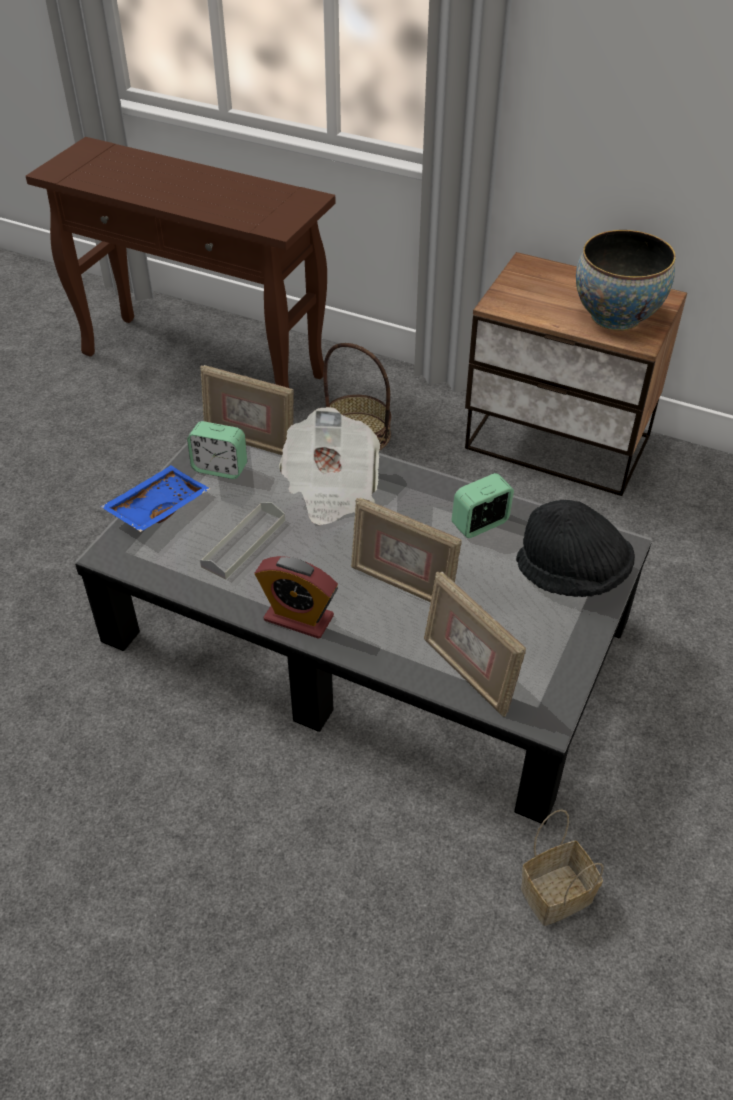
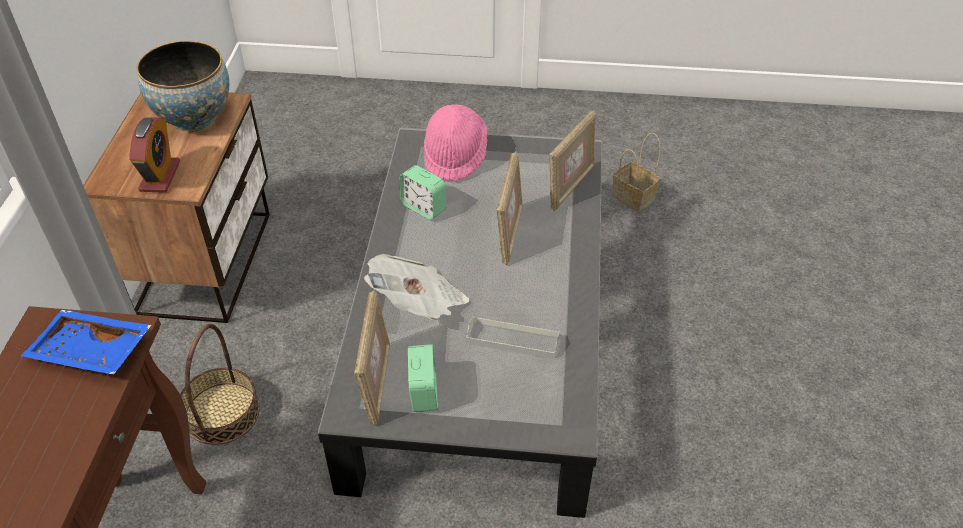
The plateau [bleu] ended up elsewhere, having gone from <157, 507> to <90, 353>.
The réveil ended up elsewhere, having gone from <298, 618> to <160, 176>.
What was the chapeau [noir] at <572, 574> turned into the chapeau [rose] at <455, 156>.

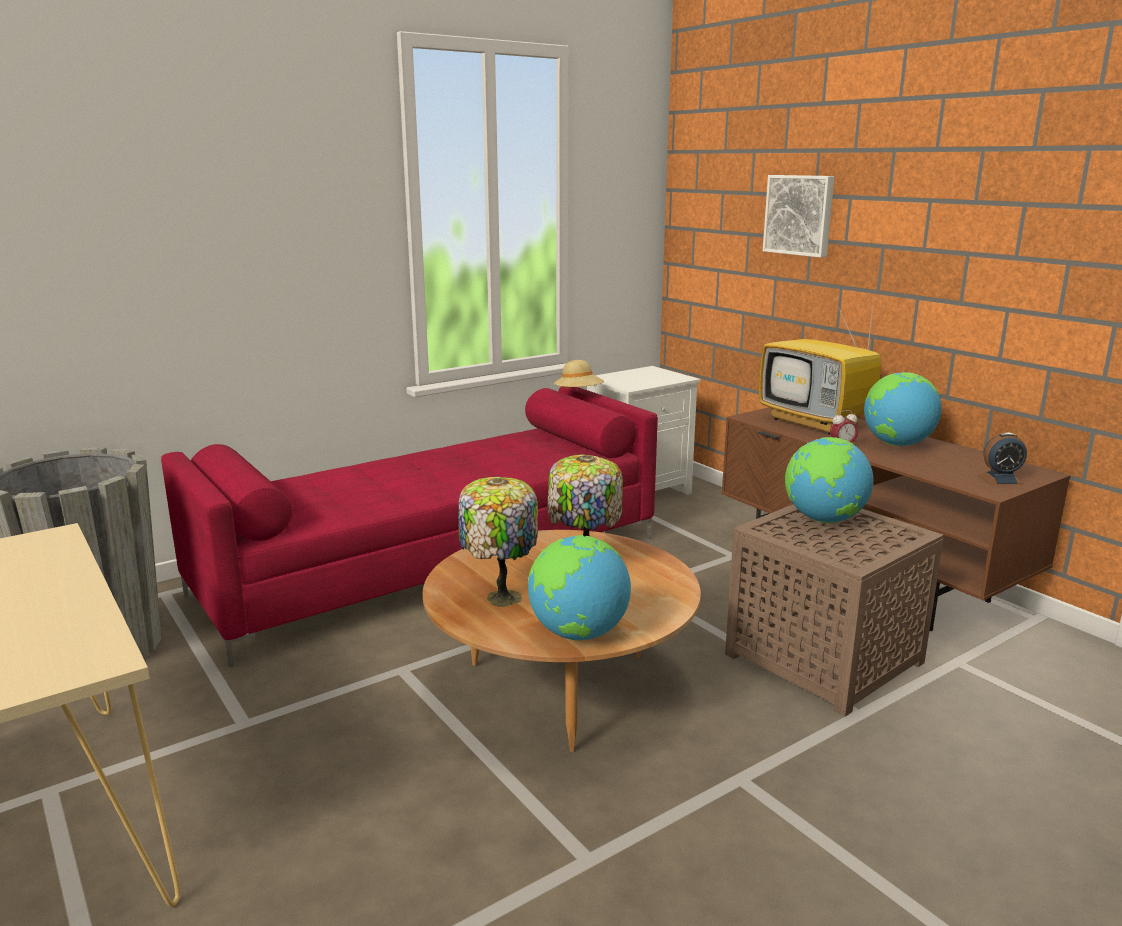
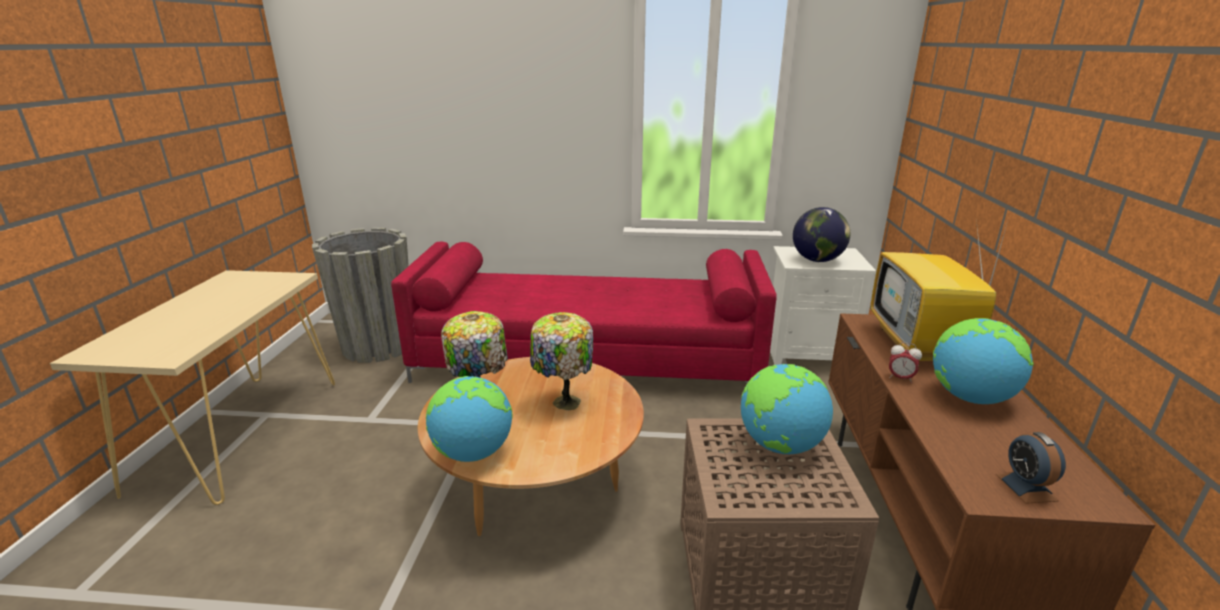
The second view lost the chapeau [beige] at <578, 394>.
The second view lost the tableau at <800, 215>.
The second view gained the globe at <817, 260>.
The réveil at <1000, 479> ended up facing another way, 45 degrees clockwise from before.

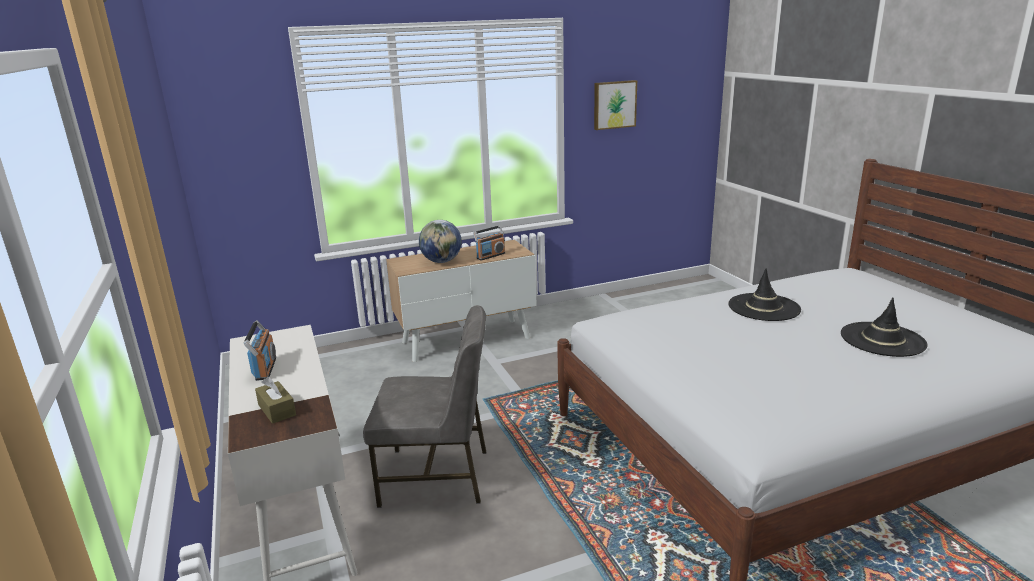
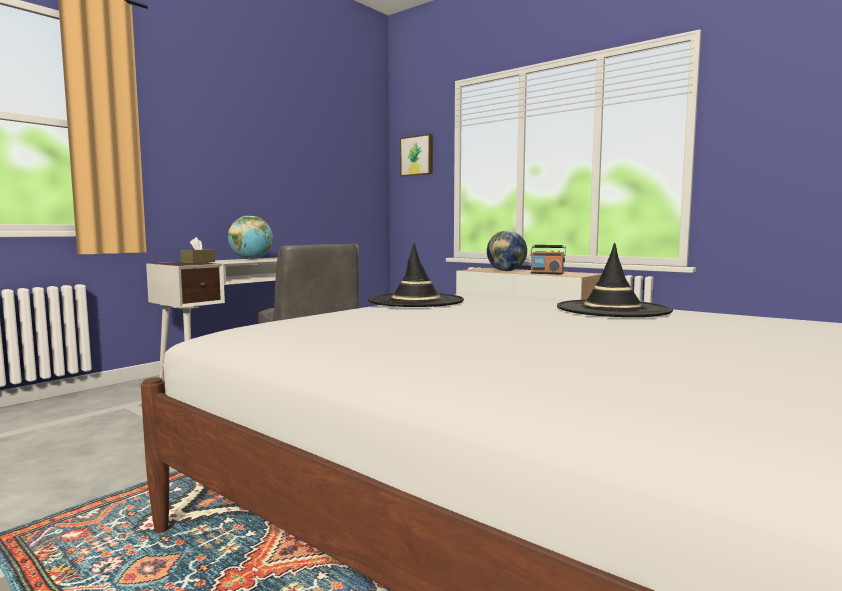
The tableau ended up elsewhere, having gone from <614, 104> to <417, 156>.
The chapeau [noir] ended up elsewhere, having gone from <882, 339> to <416, 301>.
Where the radio stood at <265, 368>, the globe came to stand at <251, 259>.

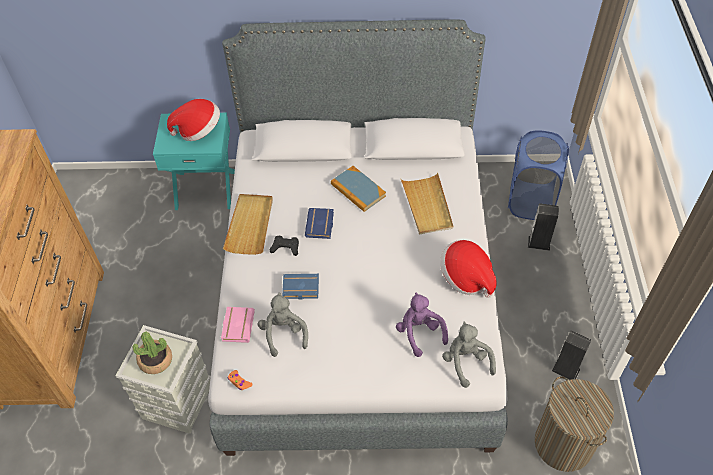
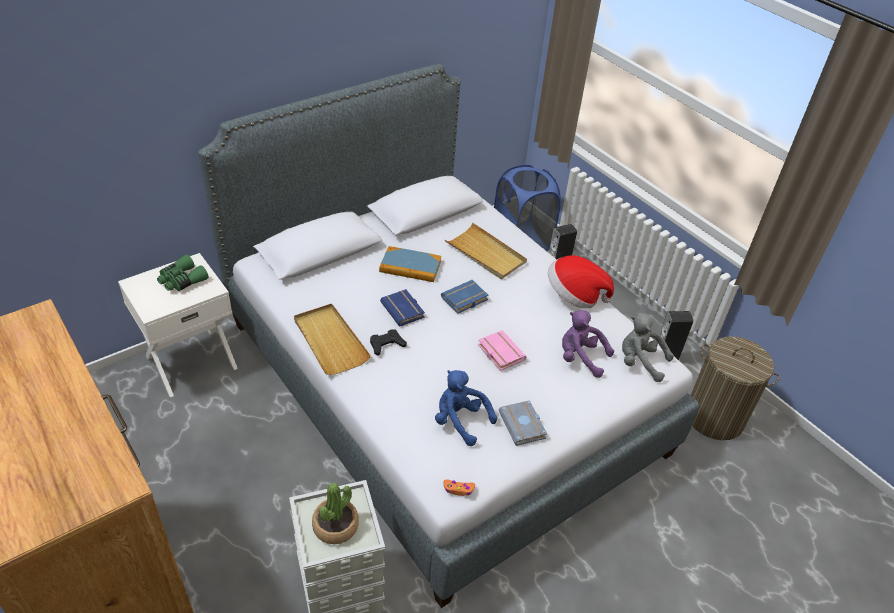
The second view gained the livre [gris] at <523, 426>.
The livre [rose] ended up elsewhere, having gone from <237, 325> to <499, 352>.
The livre [bleu] ended up elsewhere, having gone from <300, 289> to <464, 300>.
Where the chapeau stood at <198, 130>, the jumelles [vert] came to stand at <182, 280>.
What was the table de chevet [turquoise] at <205, 188> turned into the table de chevet [blanc] at <190, 361>.
What was the peluche [gris] at <283, 333> turned into the peluche [bleu] at <460, 421>.

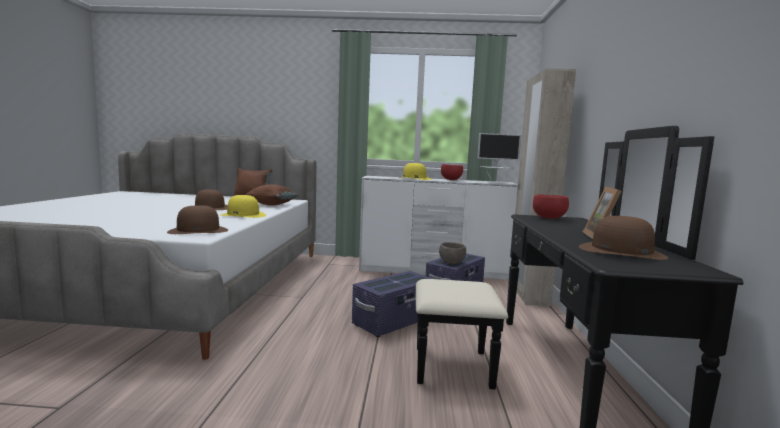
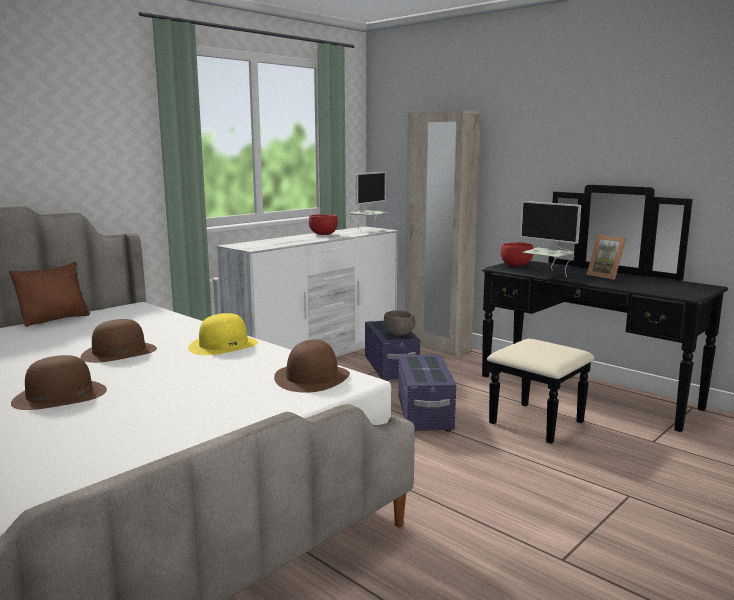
The second view lost the coussin [marron] at <272, 205>.
The second view lost the chapeau [jaune] at <414, 178>.
The second view gained the écran d'ordinateur at <547, 274>.
The chapeau [marron] ended up elsewhere, having gone from <621, 251> to <59, 396>.

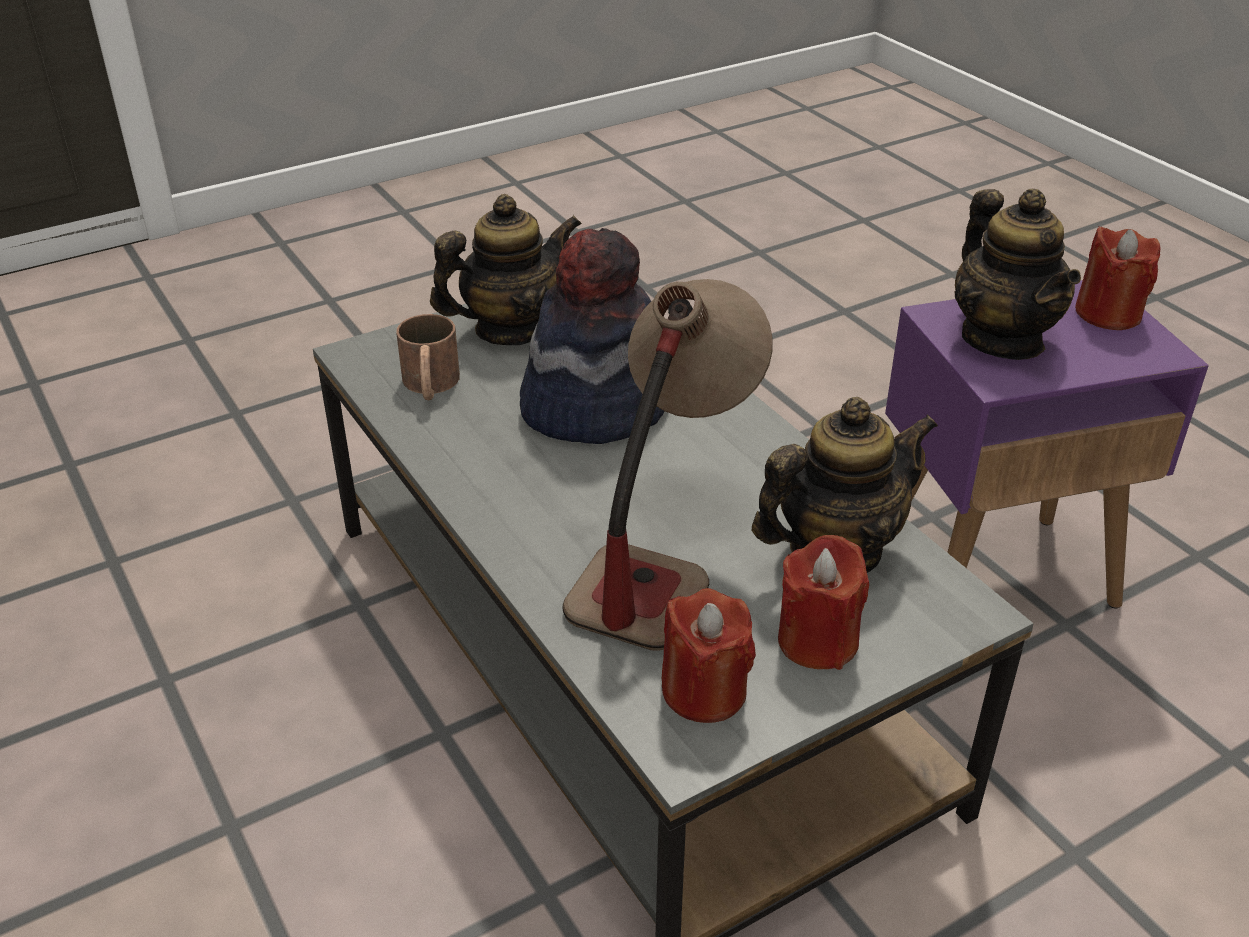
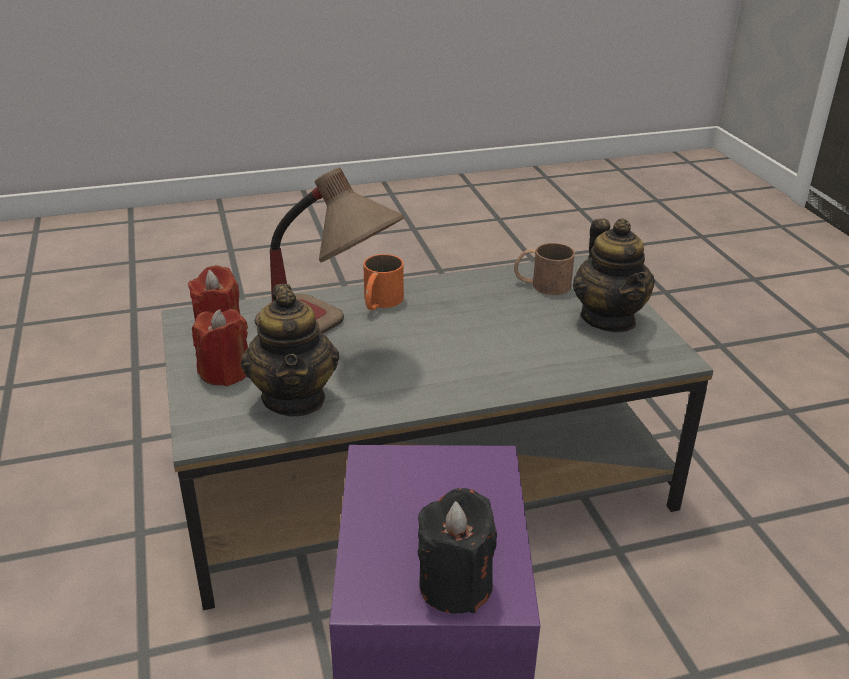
The second view lost the chapeau at <594, 406>.
The second view lost the théière at <1003, 339>.
The second view gained the mug [orange] at <380, 302>.
What was the bougie [rouge] at <1108, 313> turned into the bougie [noir] at <455, 585>.

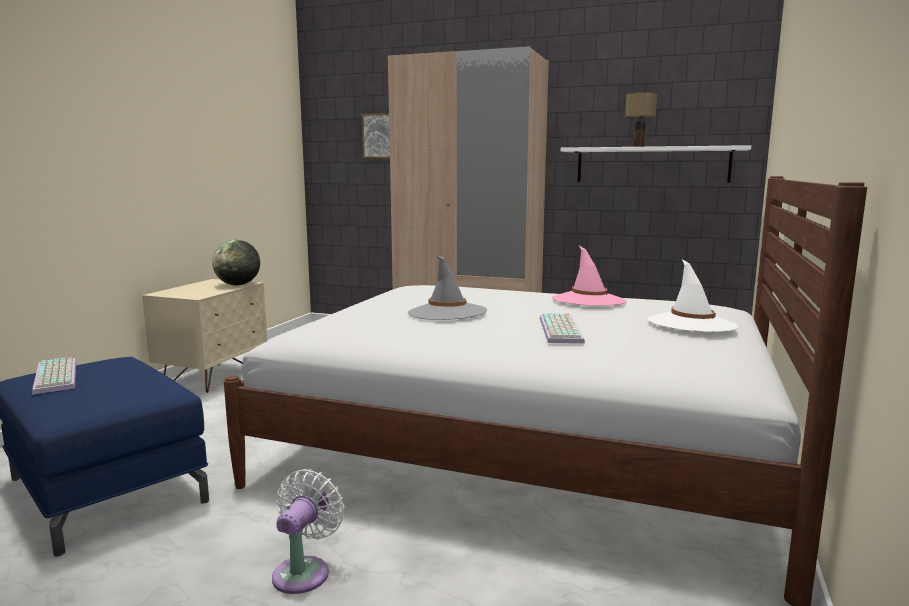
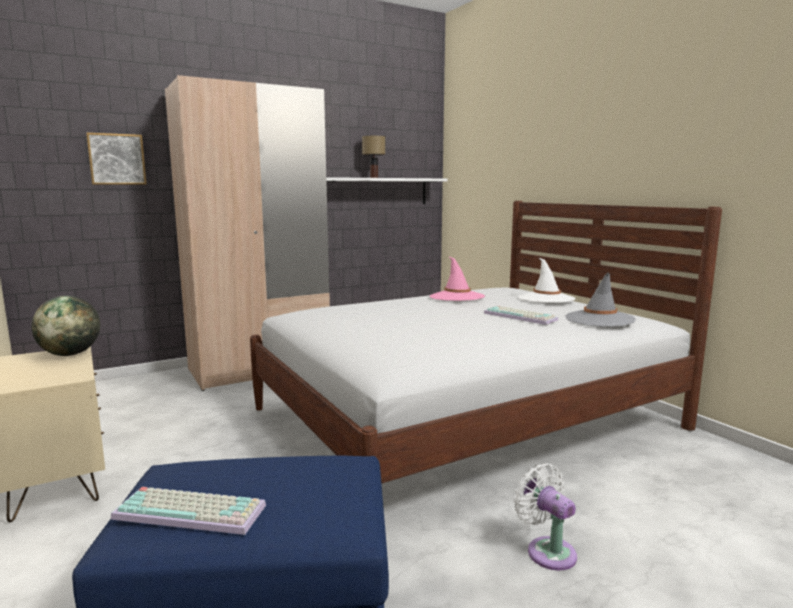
The chapeau [gris] ended up elsewhere, having gone from <447, 313> to <599, 319>.

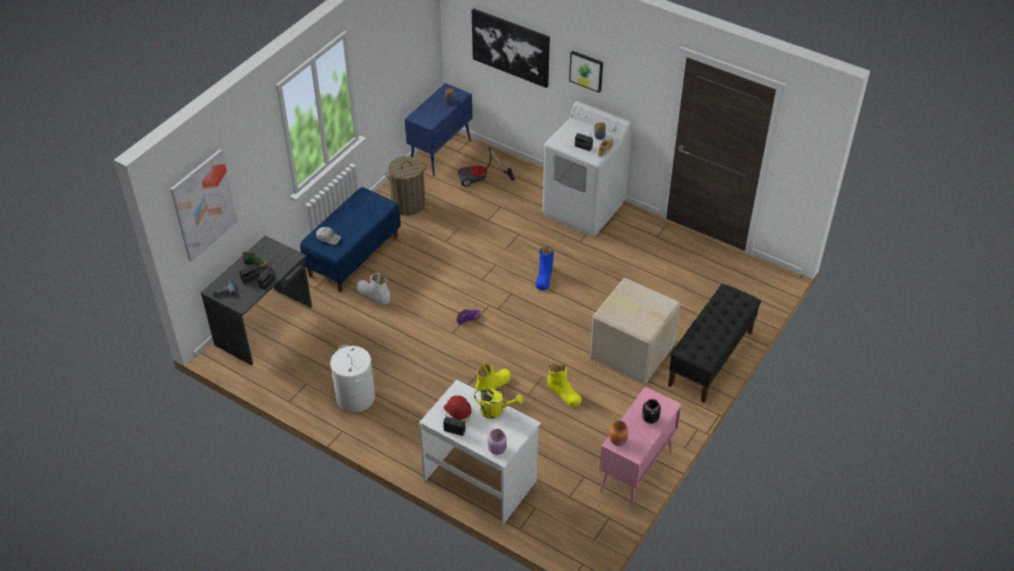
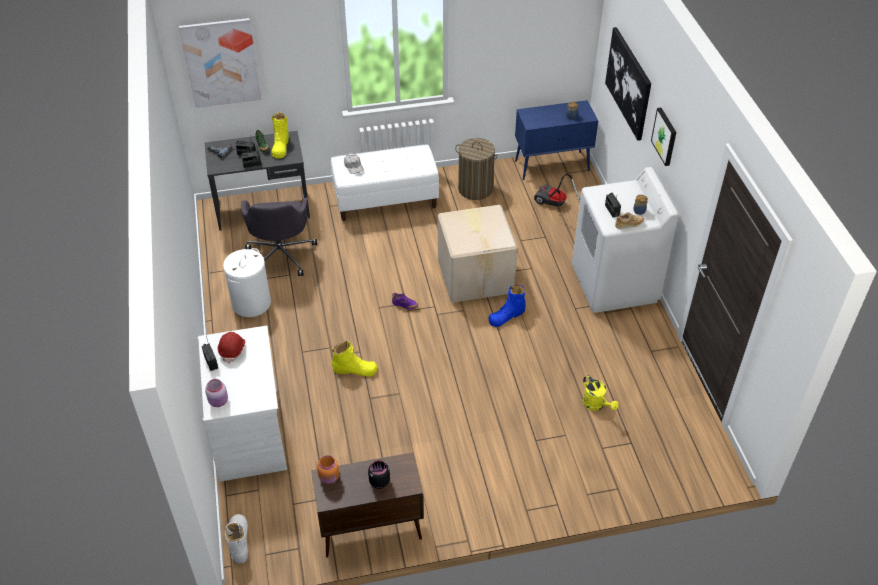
The second view lost the banc [noir] at <710, 359>.
The second view gained the chaise de bureau [gris] at <281, 254>.
The botte [blanc] ended up elsewhere, having gone from <373, 294> to <239, 540>.
The arrosoir [jaune] ended up elsewhere, having gone from <496, 411> to <596, 405>.
The botte [jaune] ended up elsewhere, having gone from <564, 393> to <280, 146>.
The carton ended up elsewhere, having gone from <631, 350> to <476, 275>.
What was the banc [bleu] at <353, 255> turned into the banc [blanc] at <386, 200>.
What was the meuble de rangement [rose] at <636, 471> turned into the meuble de rangement [marron] at <369, 530>.

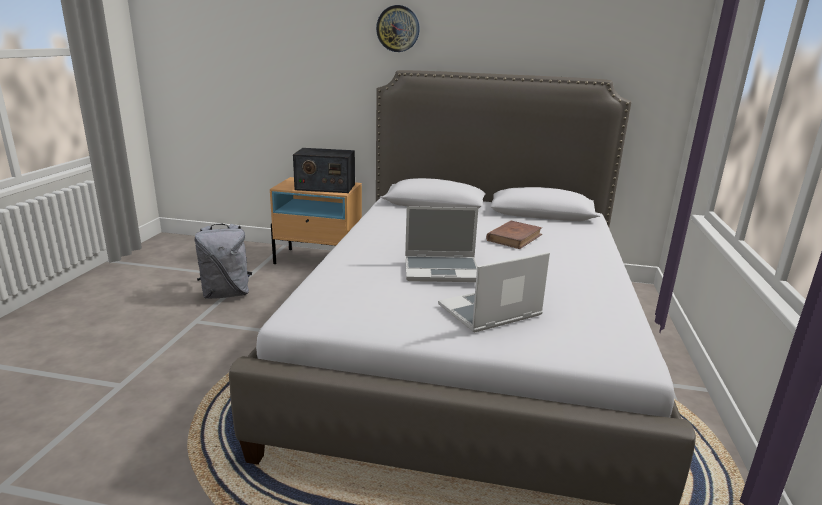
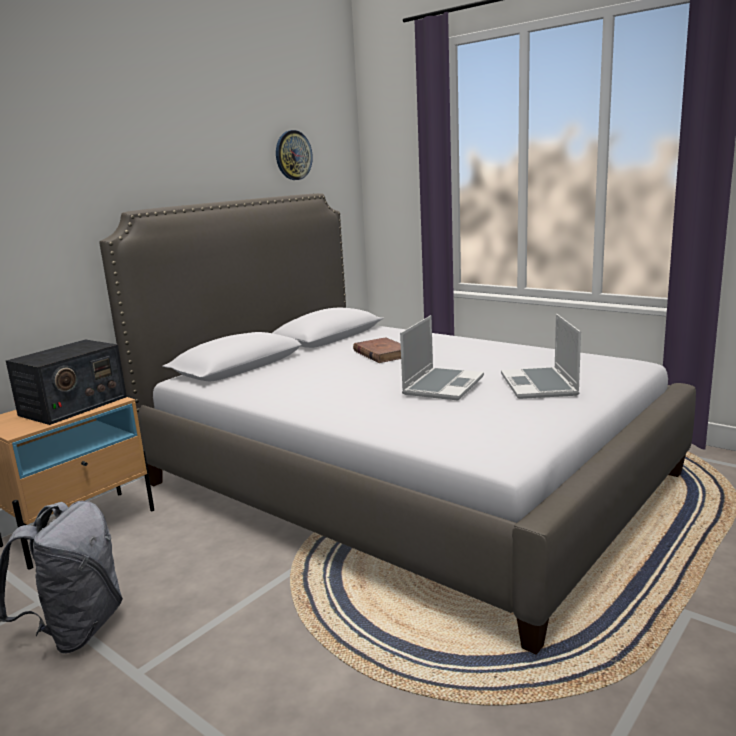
The horloge murale ended up elsewhere, having gone from <398, 28> to <293, 155>.

